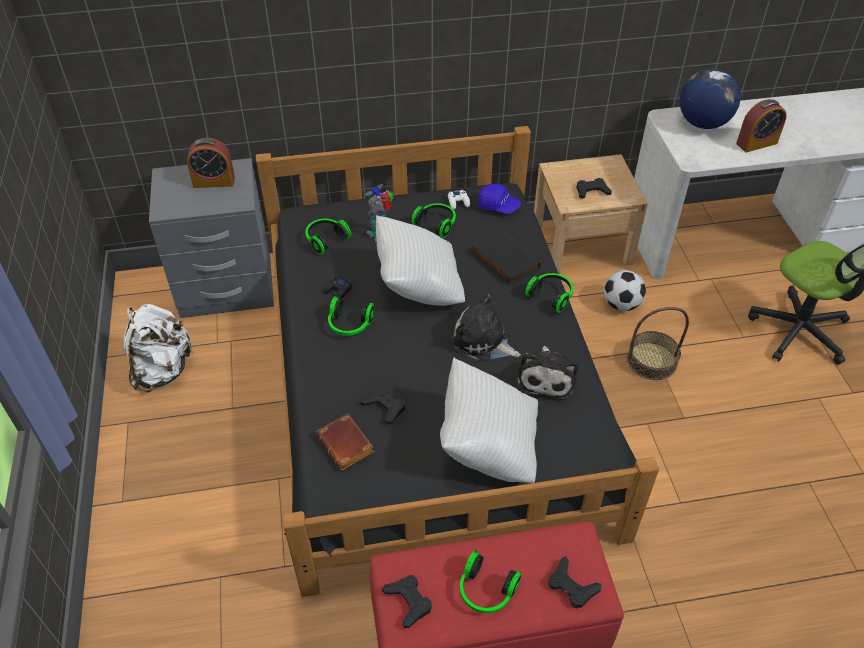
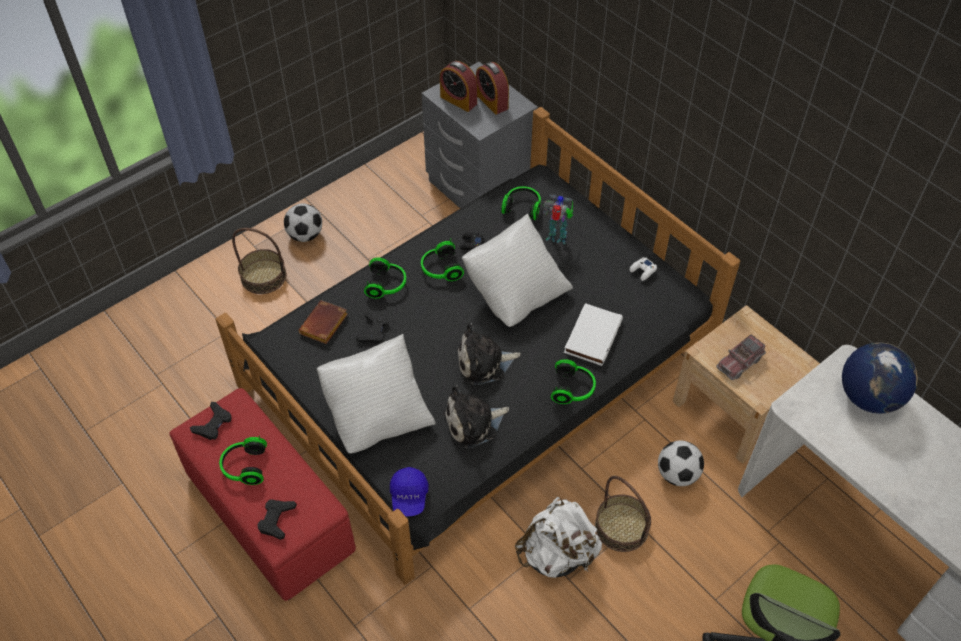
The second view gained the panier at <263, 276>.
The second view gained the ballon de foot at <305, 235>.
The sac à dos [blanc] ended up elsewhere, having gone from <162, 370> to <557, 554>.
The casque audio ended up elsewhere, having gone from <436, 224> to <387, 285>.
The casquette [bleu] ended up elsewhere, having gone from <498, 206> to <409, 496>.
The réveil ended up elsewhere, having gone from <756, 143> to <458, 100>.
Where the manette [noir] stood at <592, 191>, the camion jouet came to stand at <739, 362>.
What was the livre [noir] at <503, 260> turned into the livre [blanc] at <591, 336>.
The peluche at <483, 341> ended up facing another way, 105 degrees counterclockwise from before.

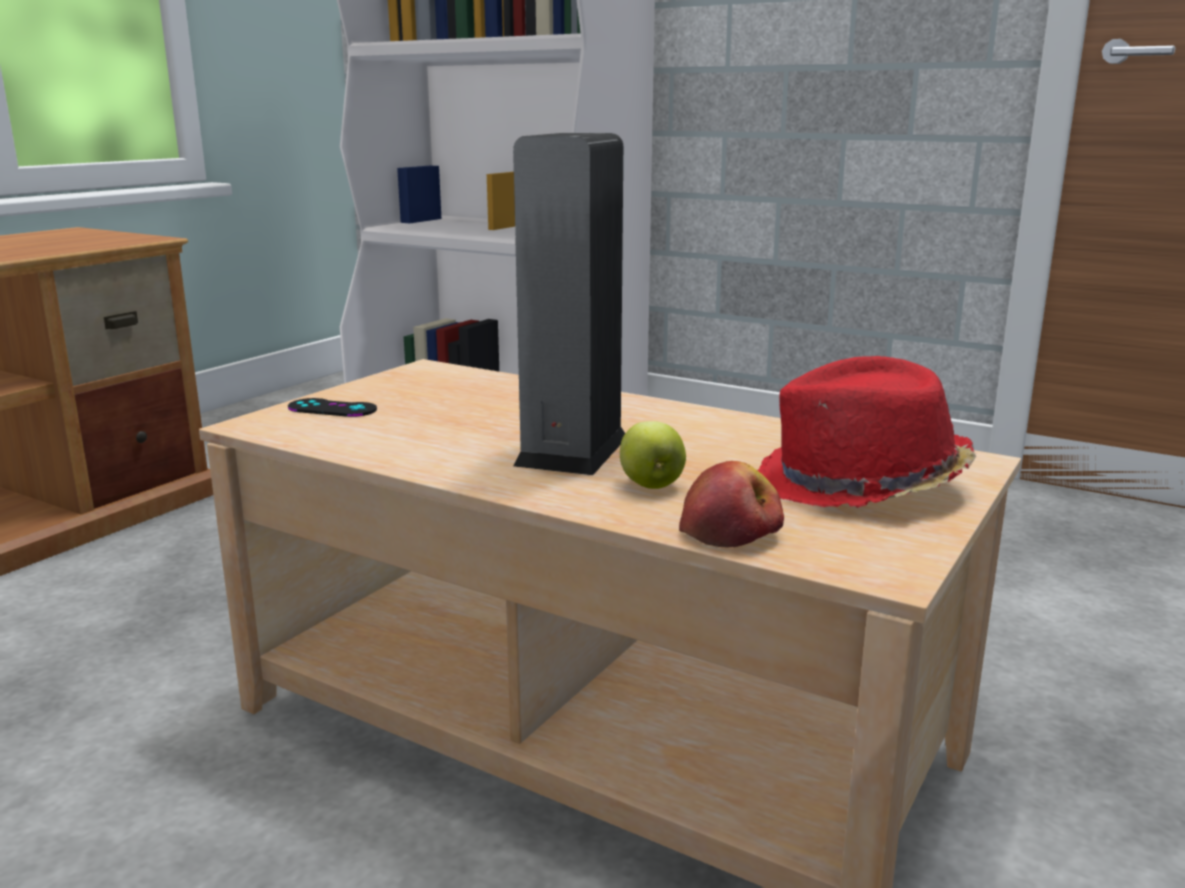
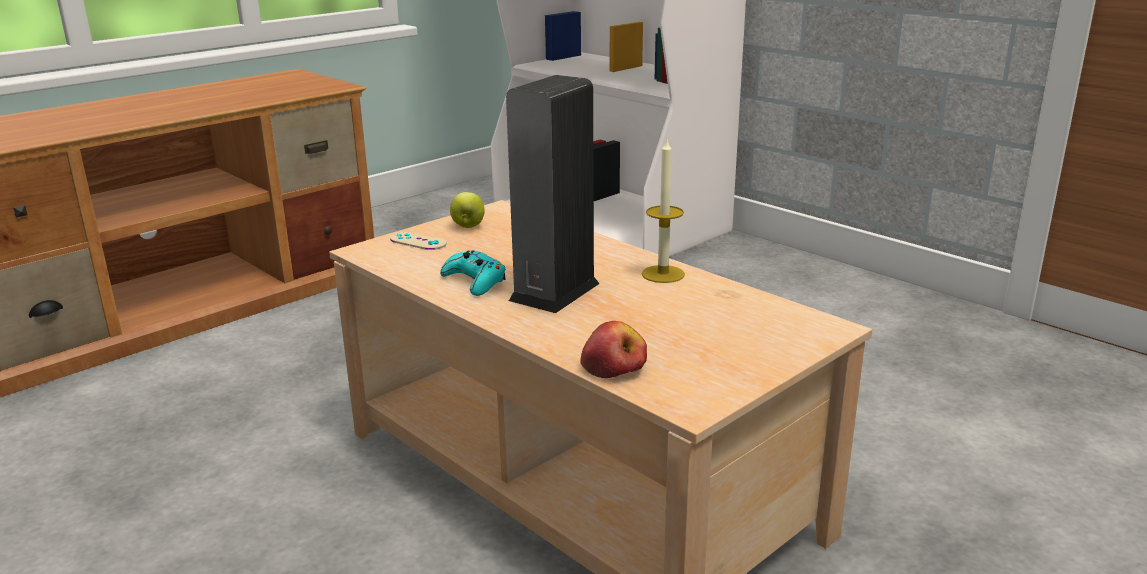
The second view lost the chapeau [rouge] at <860, 485>.
The second view gained the manette [turquoise] at <474, 281>.
The second view gained the bougie at <663, 274>.
The pomme ended up elsewhere, having gone from <651, 486> to <468, 226>.
What was the manette [noir] at <332, 408> turned into the manette [beige] at <418, 241>.

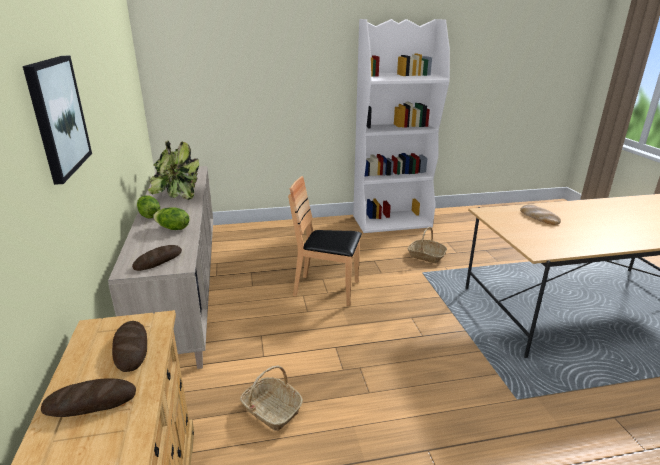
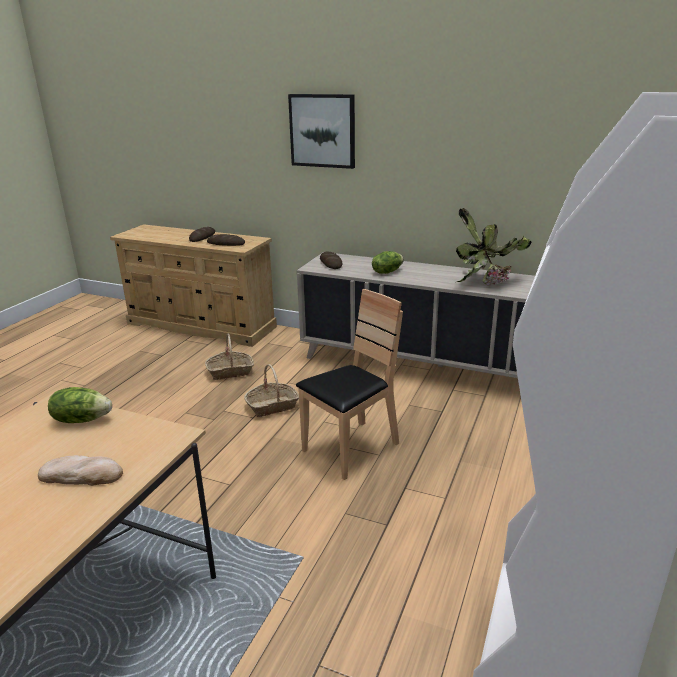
The laitue ended up elsewhere, having gone from <149, 215> to <82, 419>.
The panier ended up elsewhere, having gone from <426, 256> to <272, 406>.

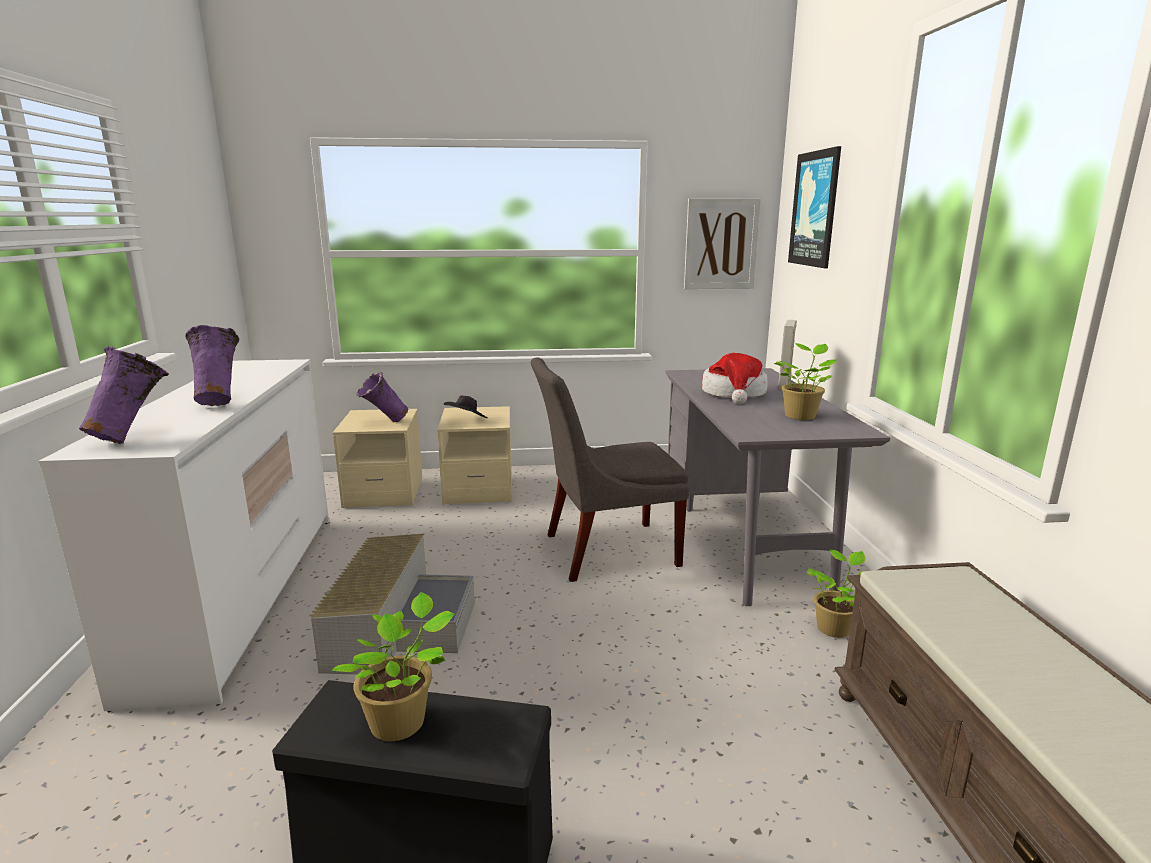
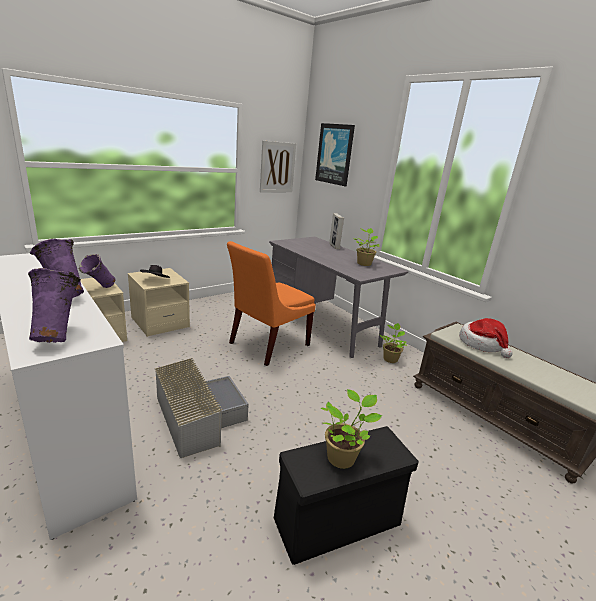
The chapeau ended up elsewhere, having gone from <734, 394> to <482, 344>.
What was the chaise [gris] at <604, 550> turned into the chaise [orange] at <266, 345>.

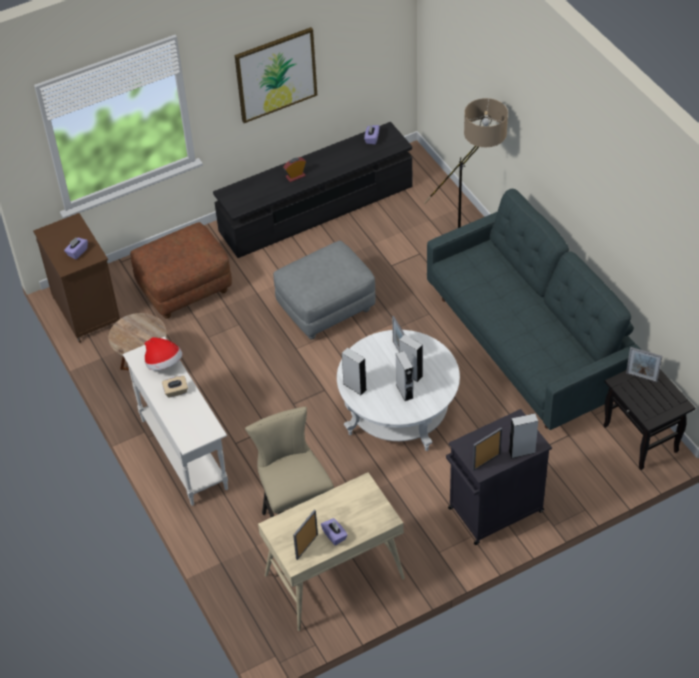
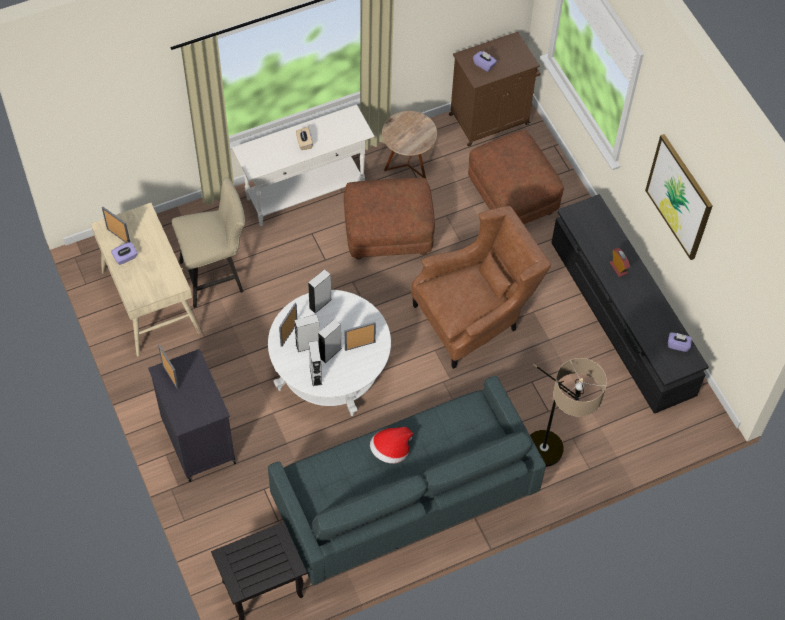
The second view gained the pouf [marron] at <388, 234>.
The chapeau ended up elsewhere, having gone from <164, 364> to <391, 451>.
The enceinte [gris] ended up elsewhere, having gone from <522, 451> to <315, 375>.
The cadre photo ended up elsewhere, having gone from <641, 377> to <289, 334>.
Where the pouf [gris] stood at <326, 308>, the fauteuil [marron] came to stand at <474, 317>.

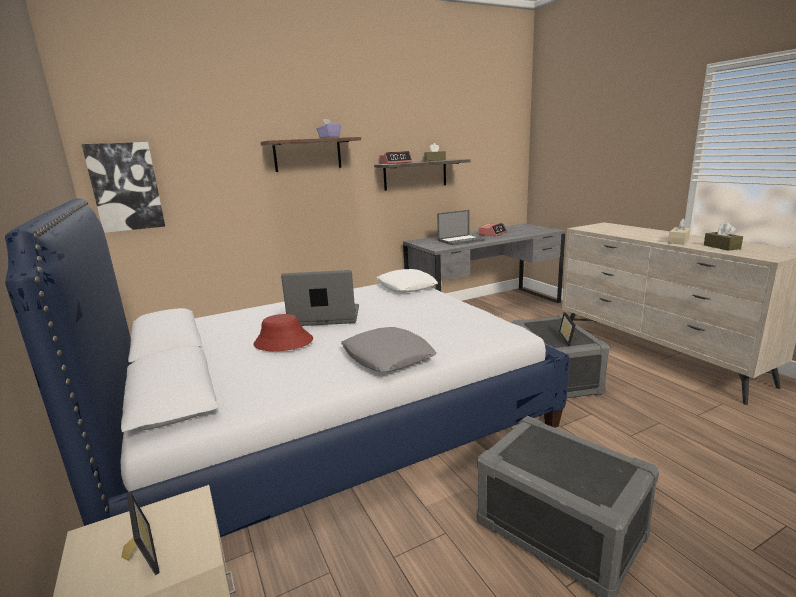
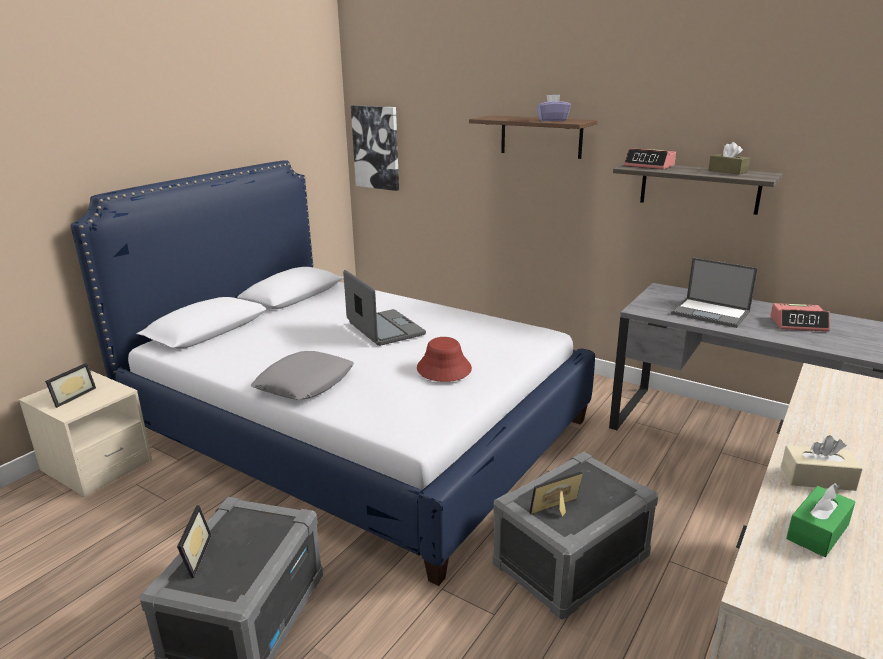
The second view lost the coussin [blanc] at <406, 286>.
The second view gained the cadre photo at <191, 556>.
The chapeau [rouge] ended up elsewhere, having gone from <283, 342> to <443, 369>.
What was the boîte à mouchoirs [marron] at <721, 247> turned into the boîte à mouchoirs [vert] at <817, 532>.

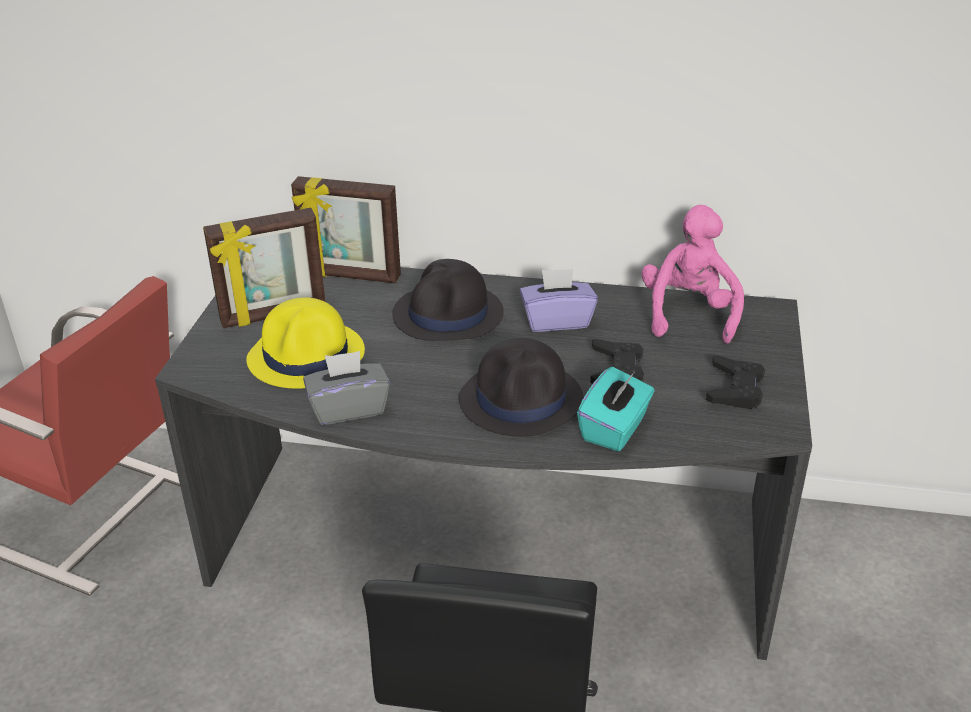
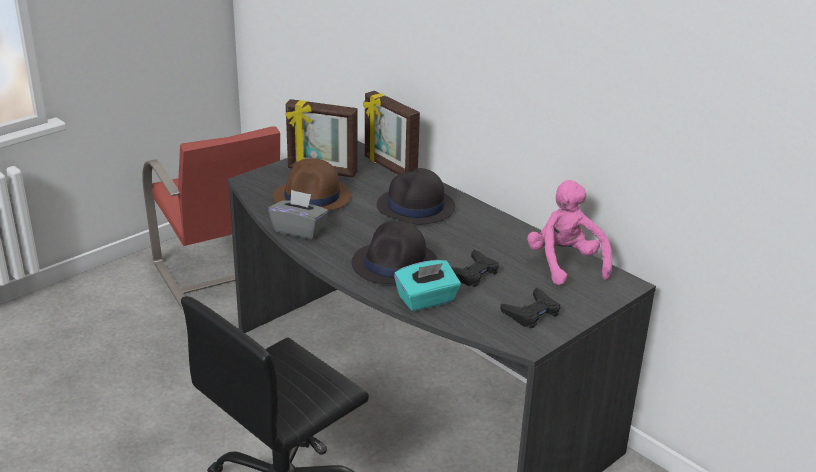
The second view lost the boîte à mouchoirs [violet] at <556, 321>.
What was the chapeau [jaune] at <307, 356> turned into the chapeau [marron] at <312, 197>.
The peluche [rose] at <688, 314> ended up facing another way, 60 degrees counterclockwise from before.

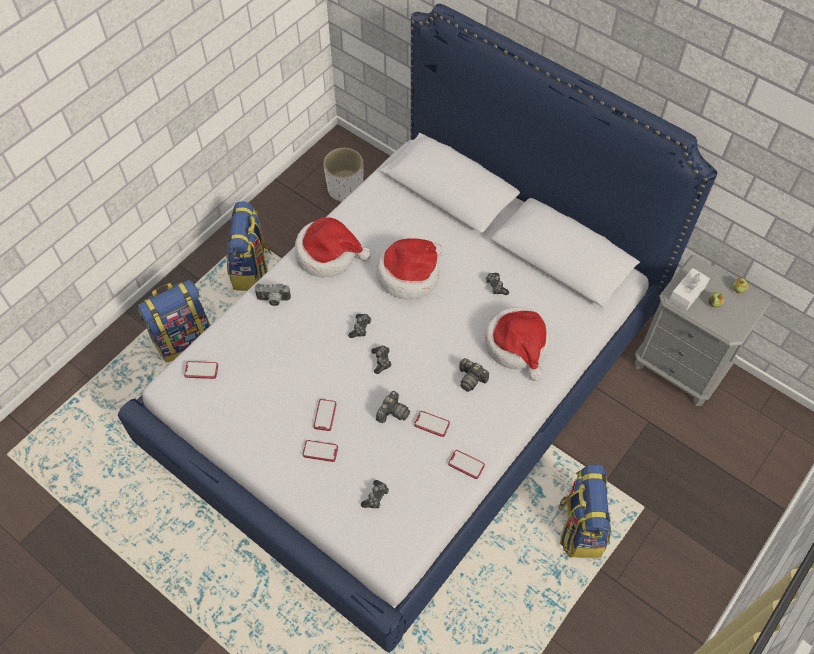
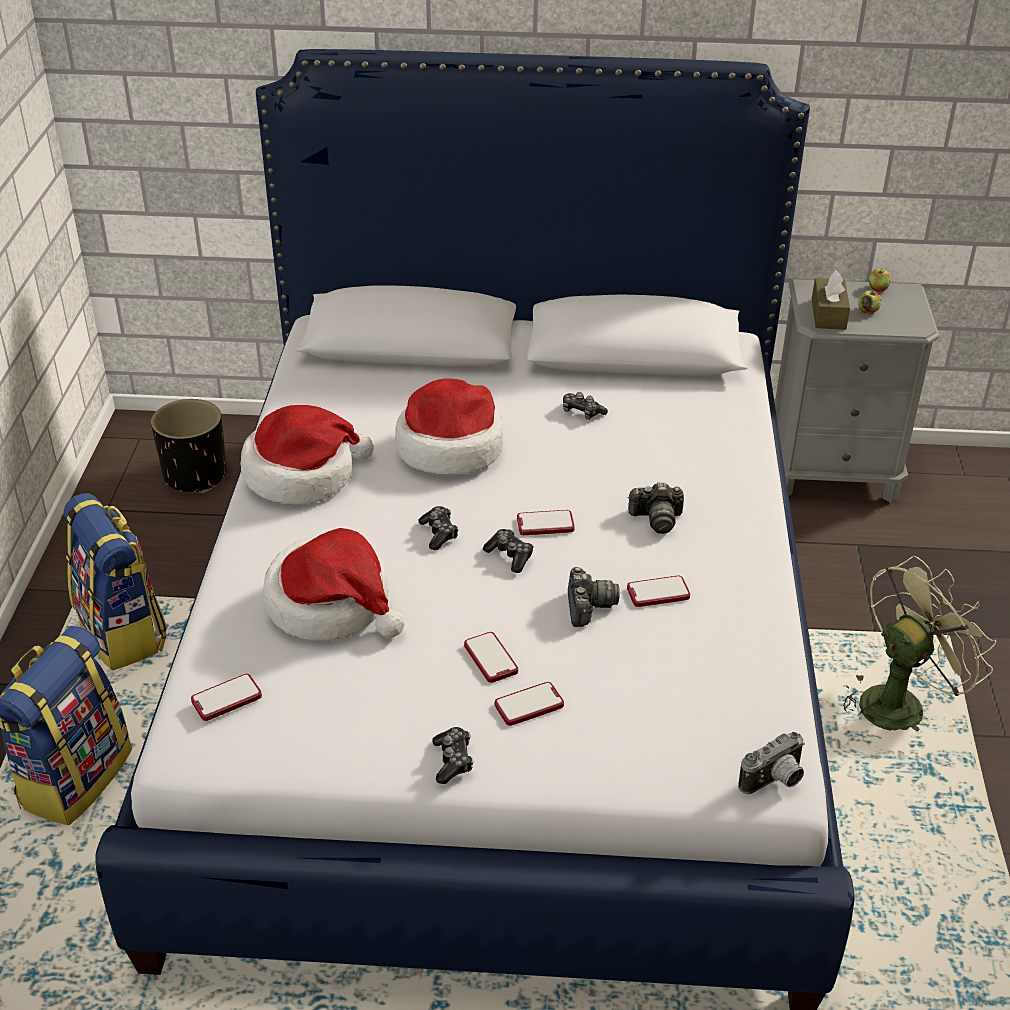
The appareil photo ended up elsewhere, having gone from <273, 301> to <775, 781>.
The manette ended up elsewhere, having gone from <376, 497> to <453, 760>.
The téléphone ended up elsewhere, having gone from <466, 465> to <545, 524>.
The chapeau ended up elsewhere, having gone from <517, 345> to <332, 605>.
Where the sac à dos stood at <580, 527>, the ventilateur [vert] came to stand at <899, 701>.
What was the cache-pot [blanc] at <345, 189> turned into the cache-pot [noir] at <195, 475>.
What was the boîte à mouchoirs [blanc] at <687, 293> turned into the boîte à mouchoirs [marron] at <828, 314>.

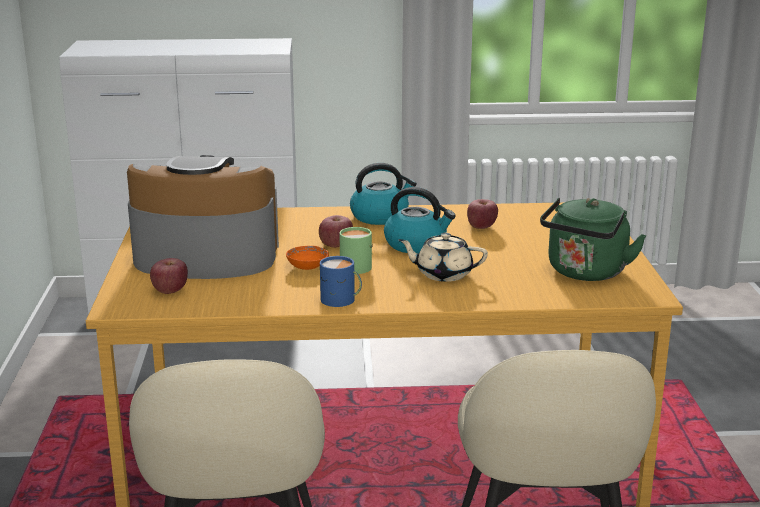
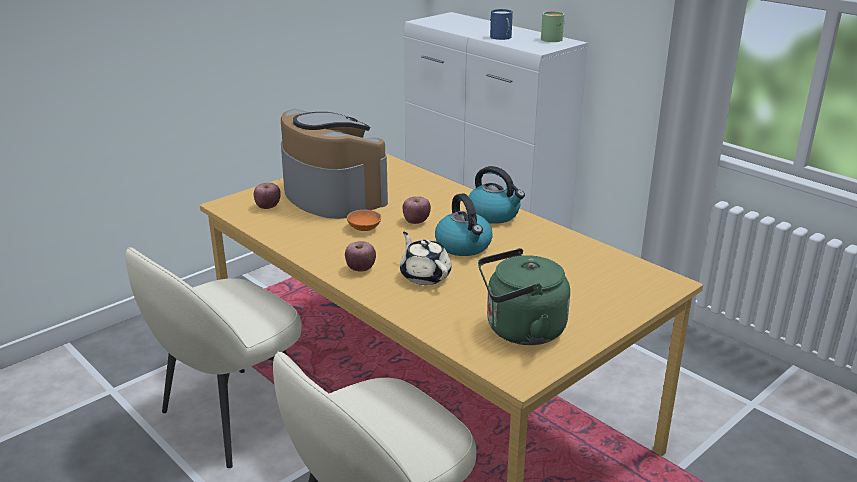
The mug [bleu] ended up elsewhere, having gone from <341, 300> to <501, 37>.
The mug [vert] ended up elsewhere, having gone from <355, 266> to <553, 39>.
The pomme ended up elsewhere, having gone from <481, 227> to <361, 269>.

